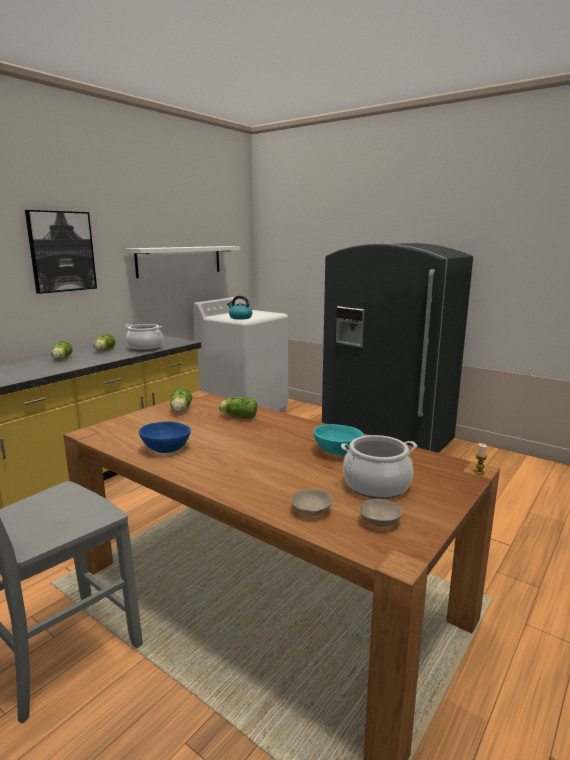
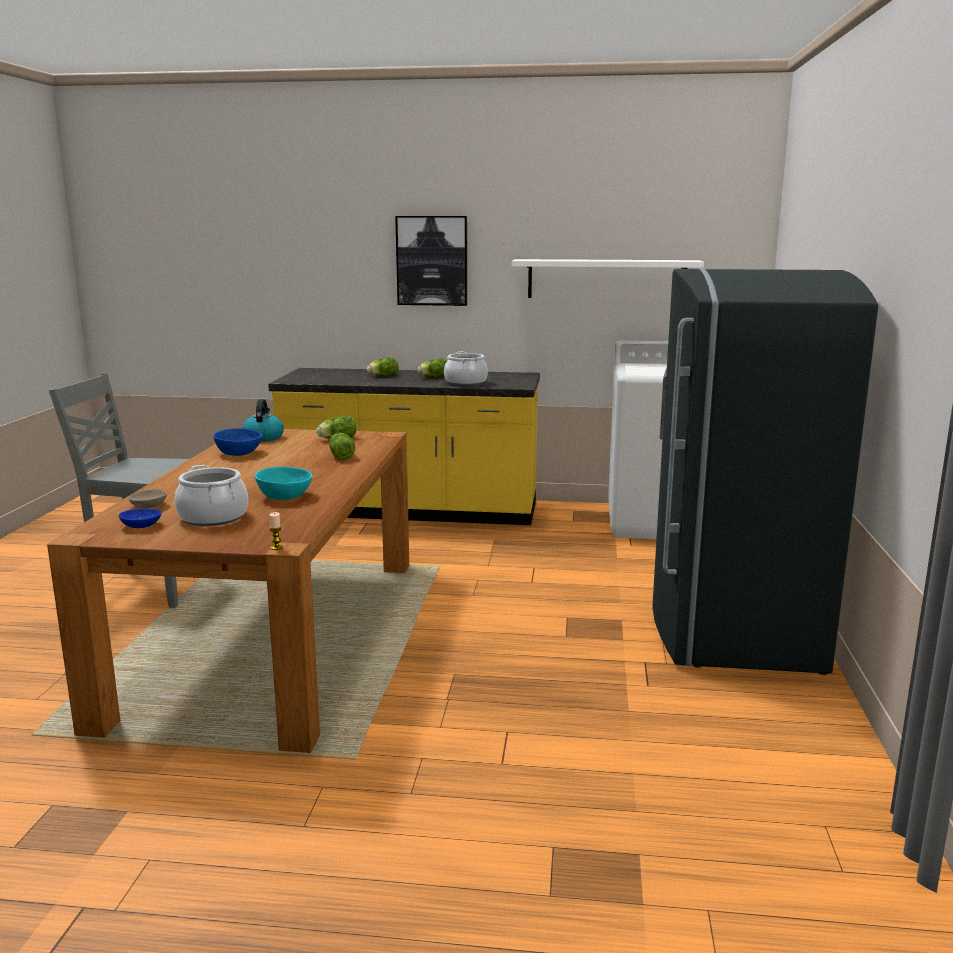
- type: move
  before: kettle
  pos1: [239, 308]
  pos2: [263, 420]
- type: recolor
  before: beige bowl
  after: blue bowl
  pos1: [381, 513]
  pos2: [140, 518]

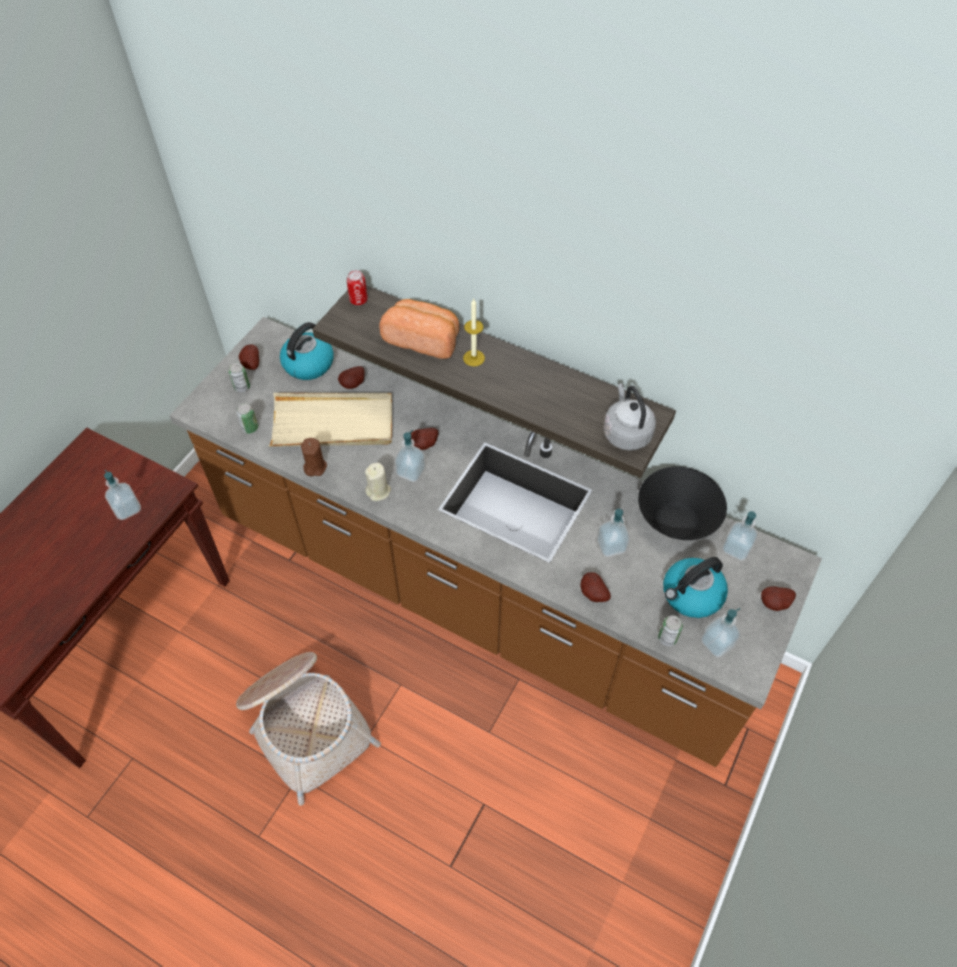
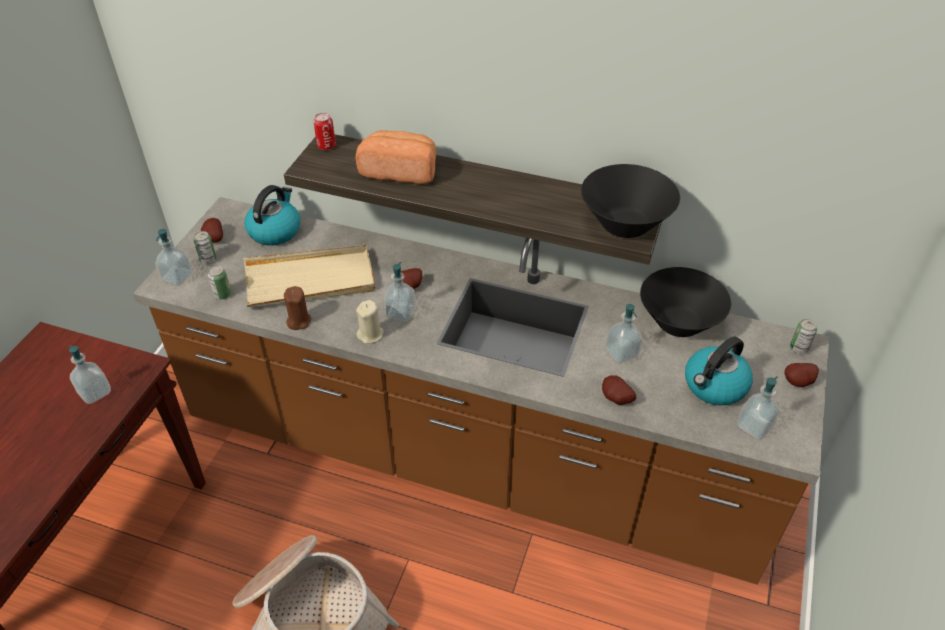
- type: delete
  before: candle
  pos1: [474, 332]
- type: delete
  before: potato
  pos1: [351, 377]
- type: replace
  before: grey kettle
  after: black bowl
  pos1: [629, 417]
  pos2: [630, 201]
- type: move
  before: soap dispenser
  pos1: [740, 536]
  pos2: [173, 257]
- type: move
  before: can
  pos1: [670, 631]
  pos2: [803, 336]

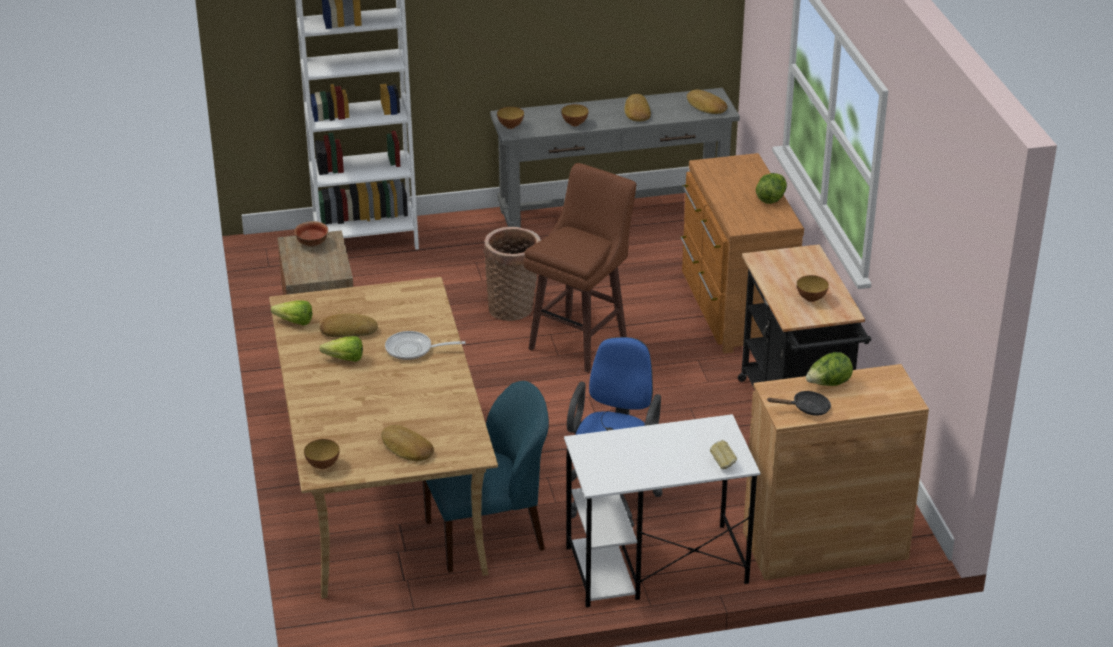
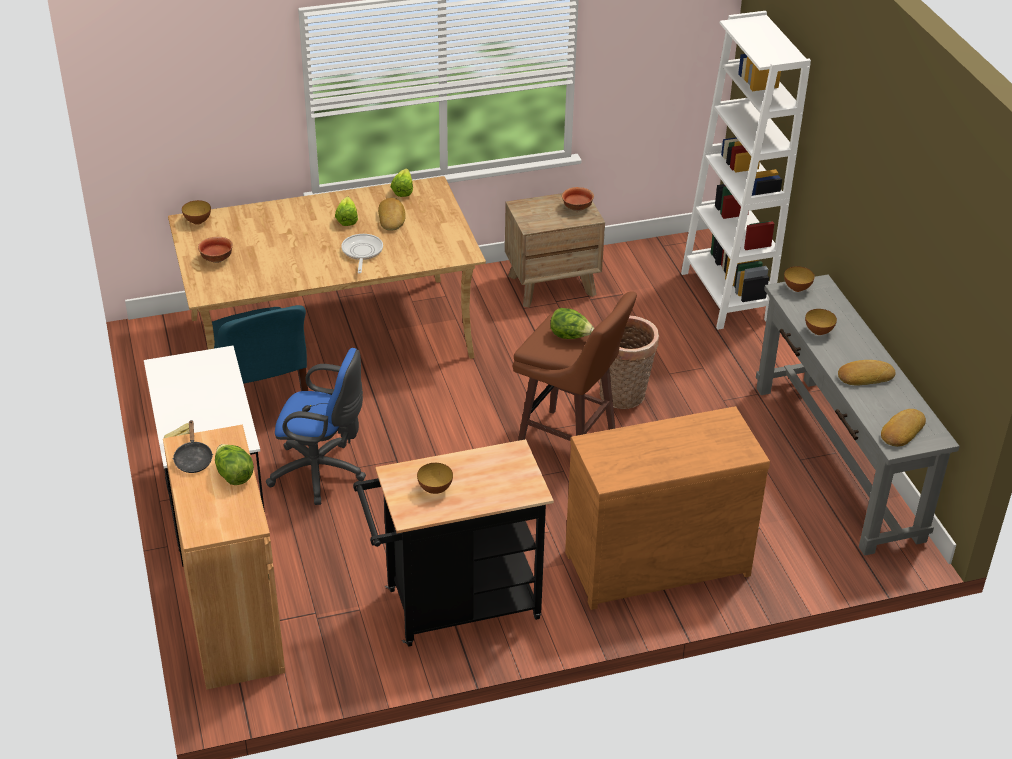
- type: move
  before: lettuce
  pos1: [771, 188]
  pos2: [572, 323]
- type: replace
  before: bread
  after: bowl
  pos1: [407, 443]
  pos2: [215, 250]

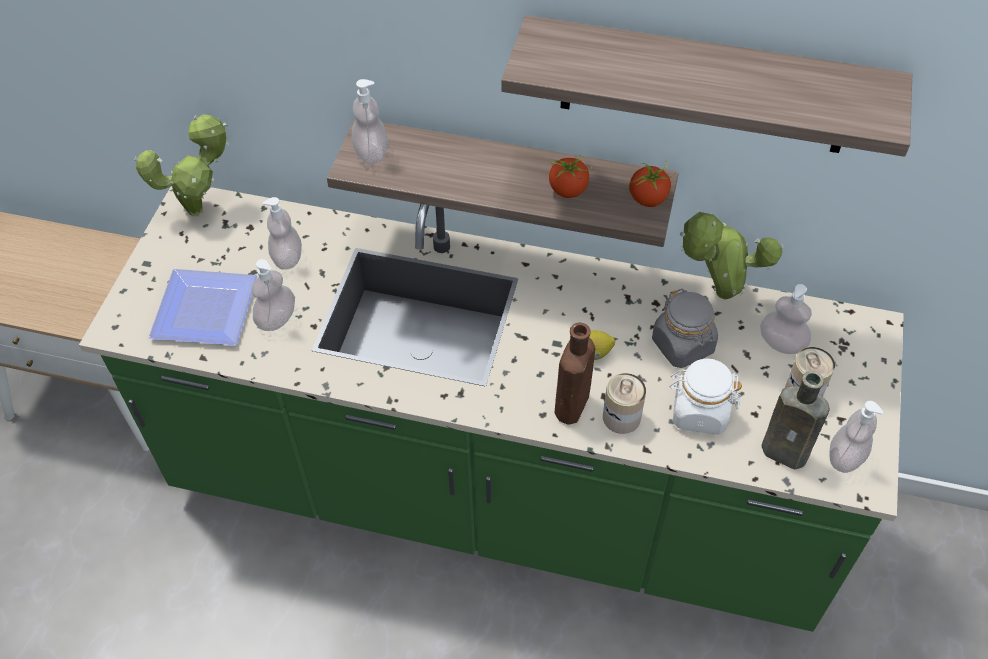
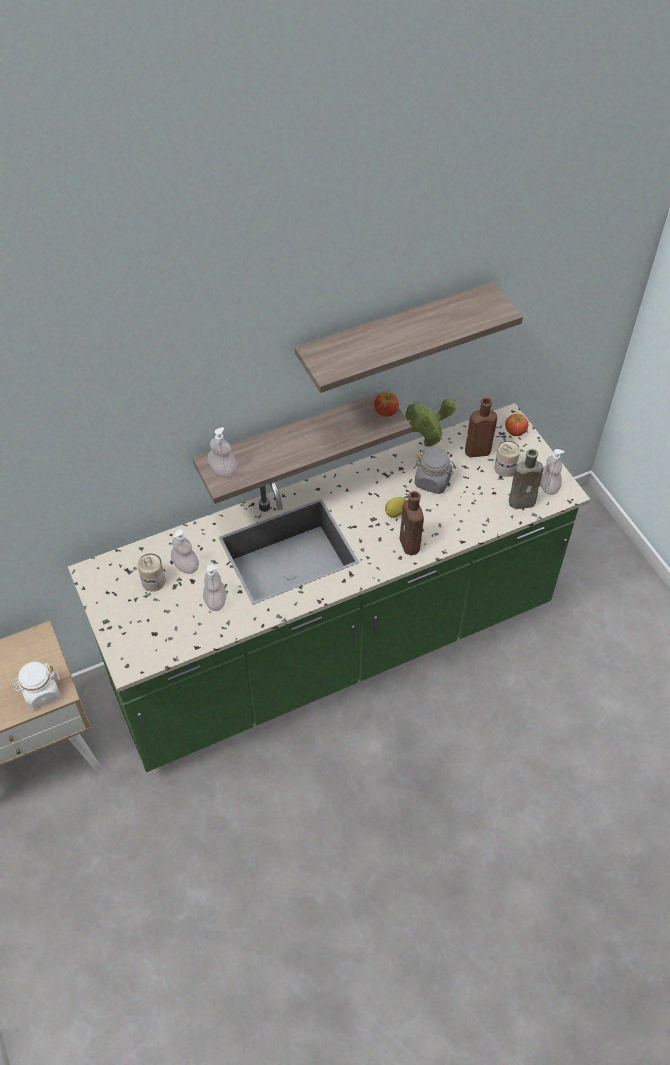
- type: delete
  before: potted plant
  pos1: [181, 165]
- type: move
  before: tomato
  pos1: [570, 176]
  pos2: [517, 424]
- type: delete
  before: plate
  pos1: [203, 307]
- type: replace
  before: soap dispenser
  after: brown bottle
  pos1: [786, 319]
  pos2: [481, 427]
- type: move
  before: white jar
  pos1: [705, 396]
  pos2: [36, 685]
- type: move
  before: can
  pos1: [624, 403]
  pos2: [151, 572]

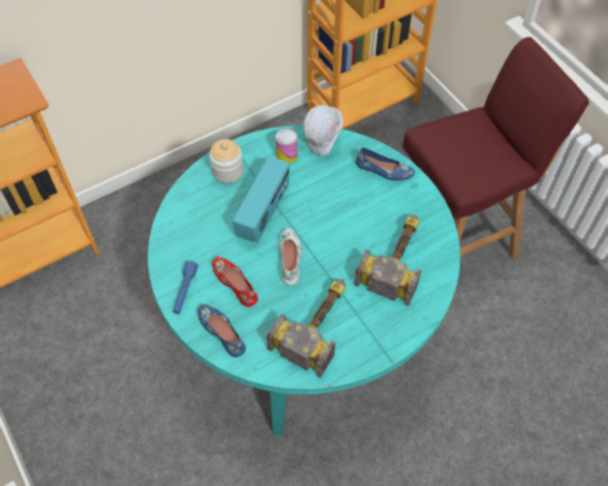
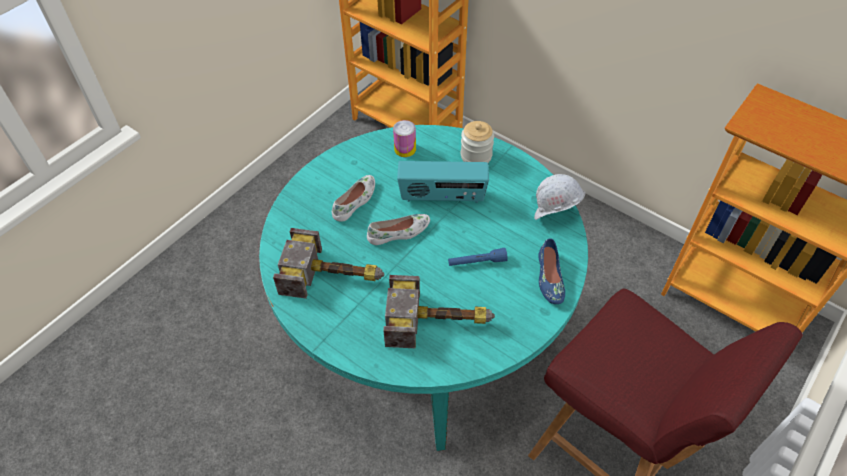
- type: move
  before: can
  pos1: [287, 145]
  pos2: [404, 138]
- type: recolor
  before: red shoe
  after: white shoe
  pos1: [235, 282]
  pos2: [353, 198]
- type: move
  before: blue flashlight
  pos1: [185, 287]
  pos2: [478, 257]
- type: delete
  before: blue shoe
  pos1: [222, 330]

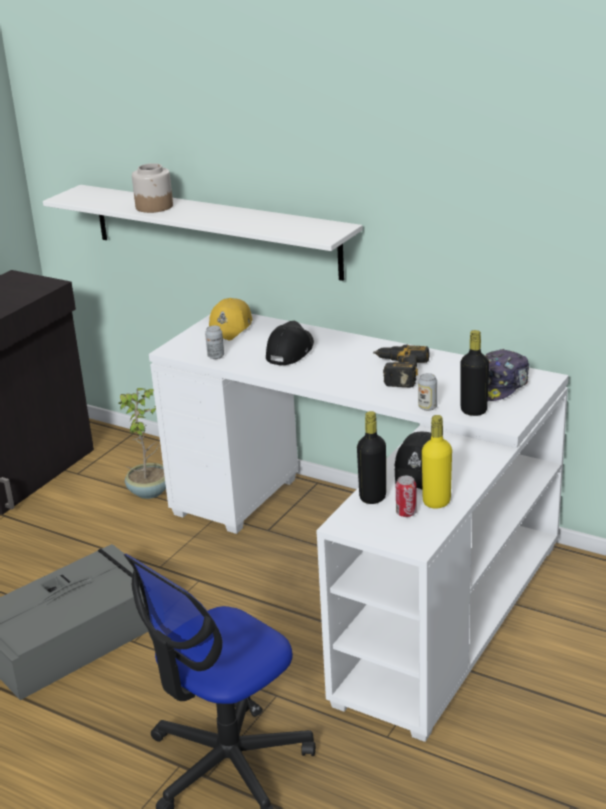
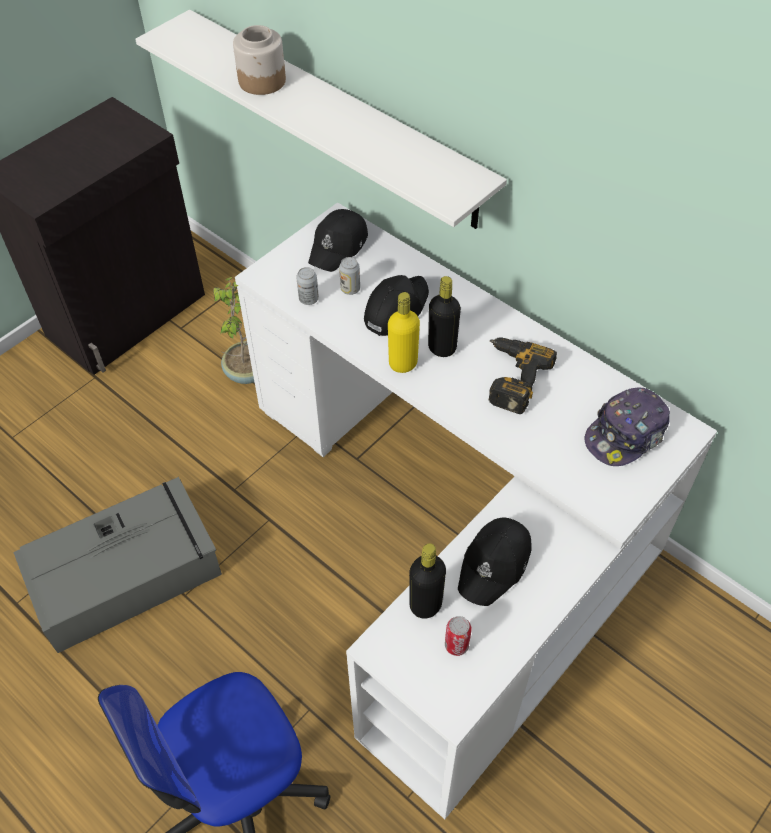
- type: recolor
  before: yellow cap
  after: black cap
  pos1: [230, 319]
  pos2: [338, 240]
- type: move
  before: black bottle
  pos1: [474, 373]
  pos2: [444, 316]
- type: move
  before: can
  pos1: [427, 392]
  pos2: [349, 276]
- type: move
  before: yellow bottle
  pos1: [437, 461]
  pos2: [404, 332]

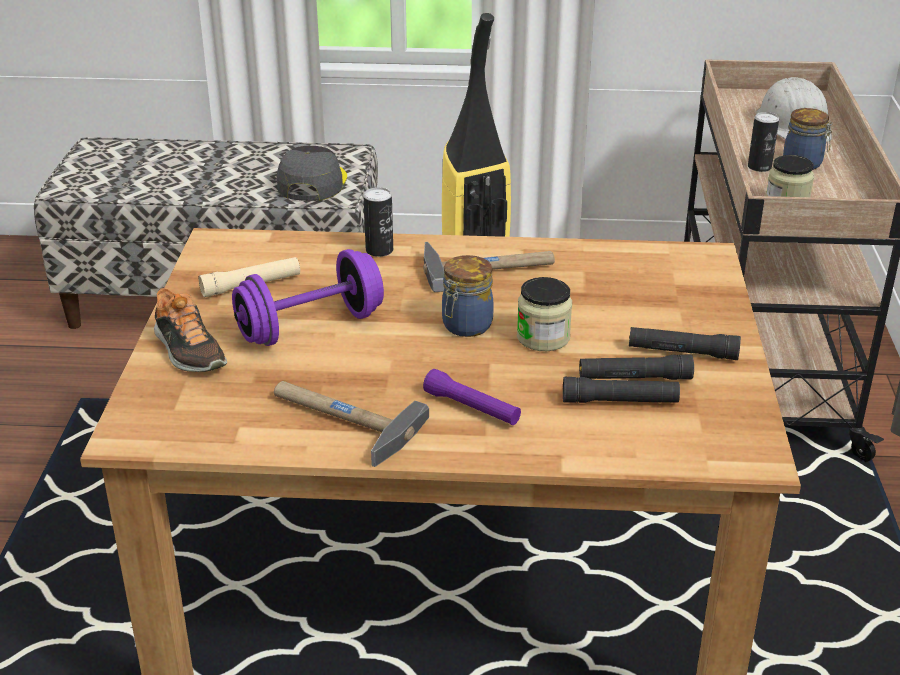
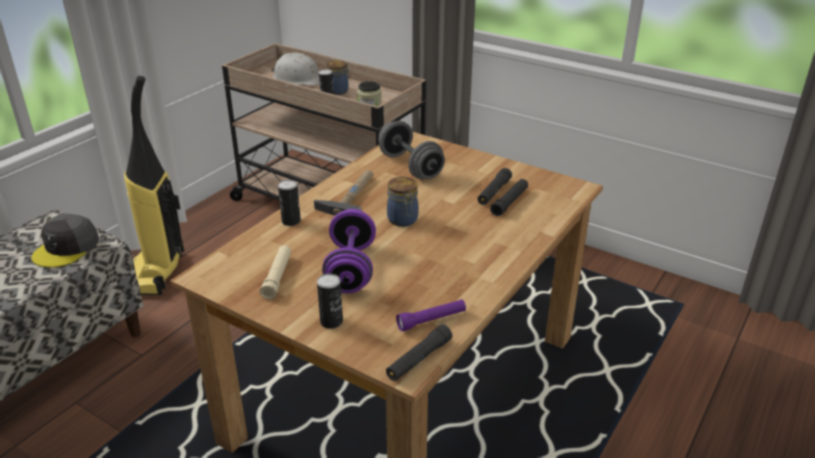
- type: rotate
  before: grey cap
  pos1: [311, 173]
  pos2: [65, 240]
  turn: -105
- type: delete
  before: jar
  pos1: [544, 314]
- type: replace
  before: shoe
  after: can
  pos1: [190, 329]
  pos2: [330, 301]
- type: move
  before: black flashlight
  pos1: [685, 343]
  pos2: [419, 352]
- type: move
  before: purple flashlight
  pos1: [472, 397]
  pos2: [431, 315]
- type: delete
  before: hammer
  pos1: [351, 424]
- type: insert
  after: grey dumbbell
  pos2: [411, 150]

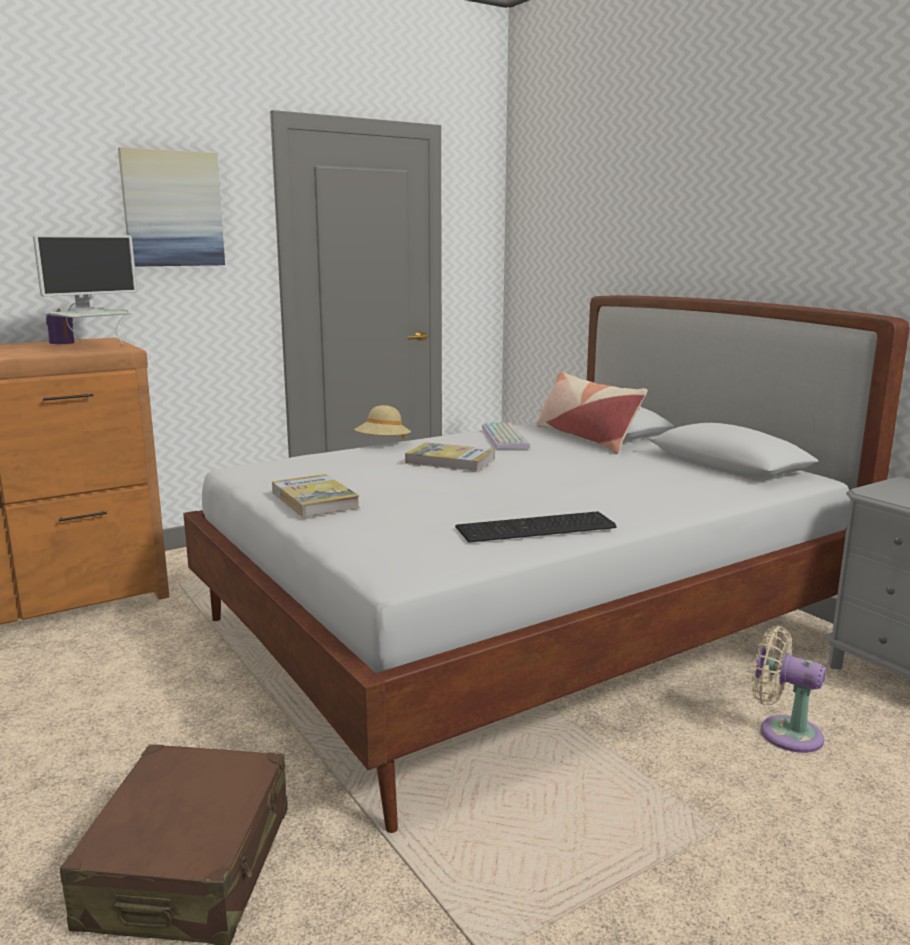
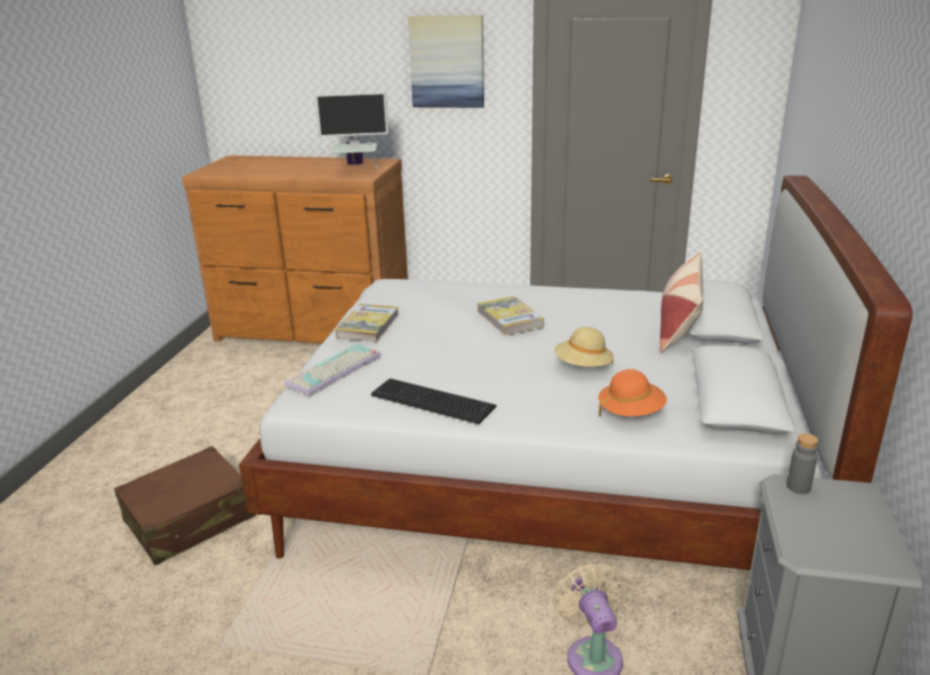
- type: move
  before: beige hat
  pos1: [382, 422]
  pos2: [584, 347]
- type: move
  before: keyboard
  pos1: [506, 435]
  pos2: [332, 370]
- type: insert
  after: orange hat
  pos2: [633, 393]
- type: insert
  after: grey bottle
  pos2: [802, 463]

